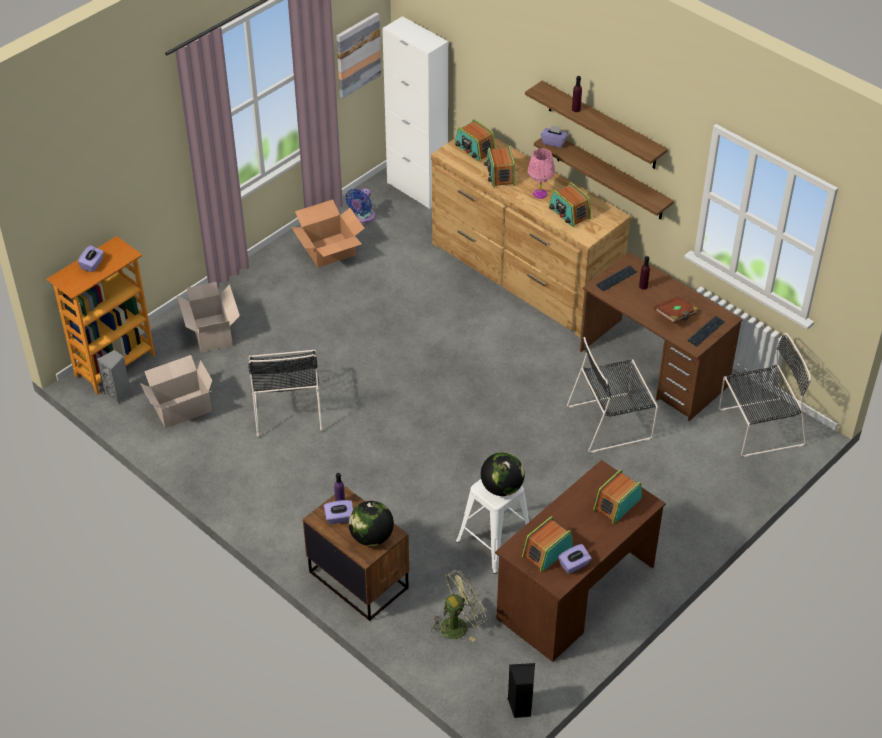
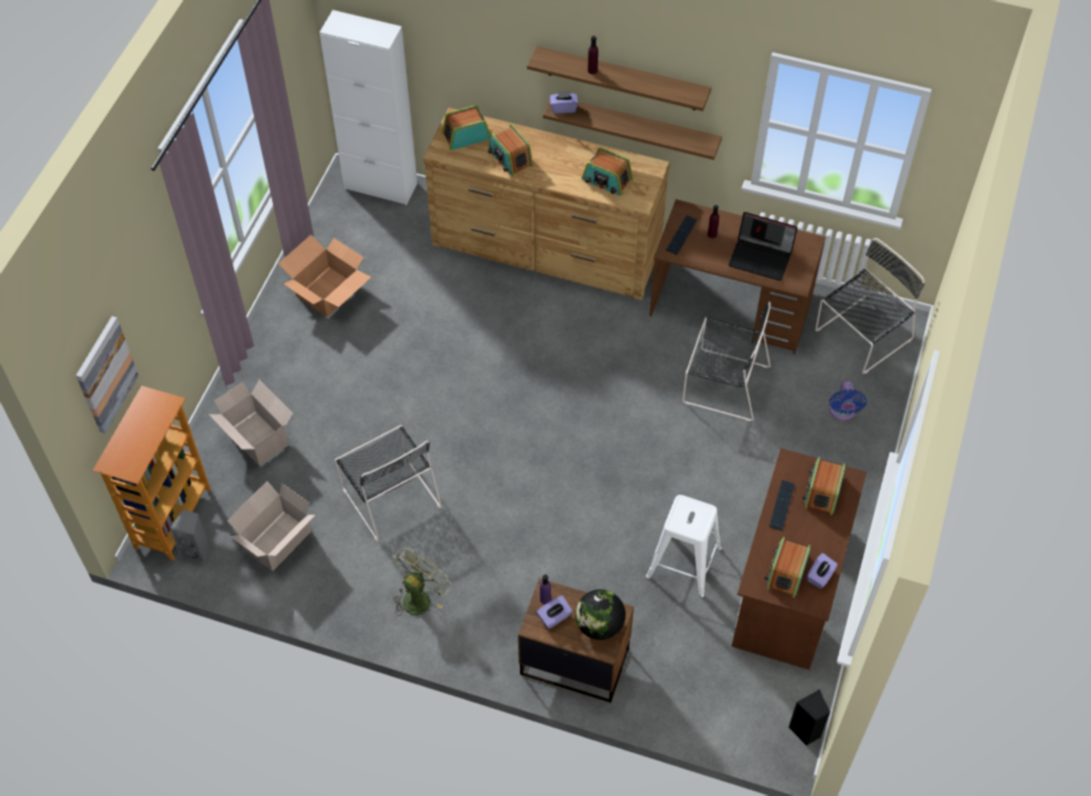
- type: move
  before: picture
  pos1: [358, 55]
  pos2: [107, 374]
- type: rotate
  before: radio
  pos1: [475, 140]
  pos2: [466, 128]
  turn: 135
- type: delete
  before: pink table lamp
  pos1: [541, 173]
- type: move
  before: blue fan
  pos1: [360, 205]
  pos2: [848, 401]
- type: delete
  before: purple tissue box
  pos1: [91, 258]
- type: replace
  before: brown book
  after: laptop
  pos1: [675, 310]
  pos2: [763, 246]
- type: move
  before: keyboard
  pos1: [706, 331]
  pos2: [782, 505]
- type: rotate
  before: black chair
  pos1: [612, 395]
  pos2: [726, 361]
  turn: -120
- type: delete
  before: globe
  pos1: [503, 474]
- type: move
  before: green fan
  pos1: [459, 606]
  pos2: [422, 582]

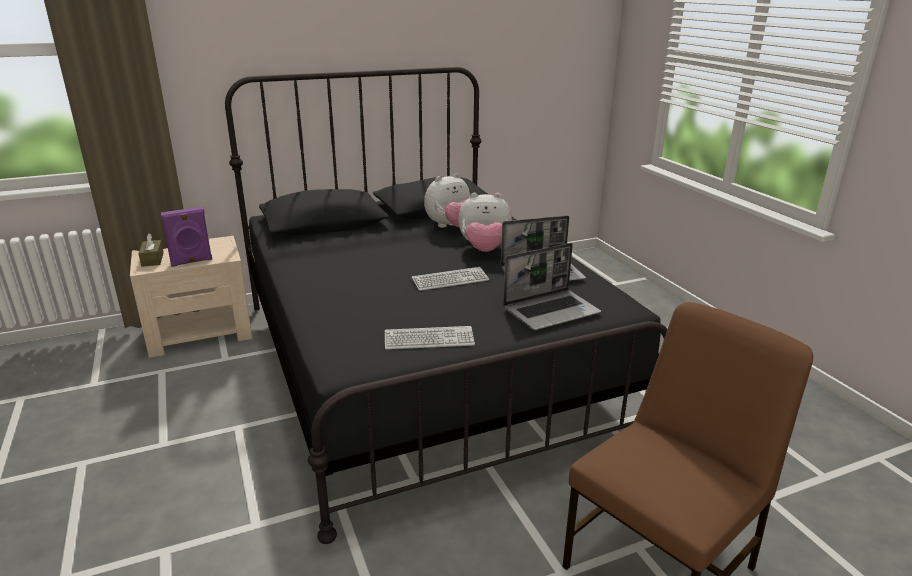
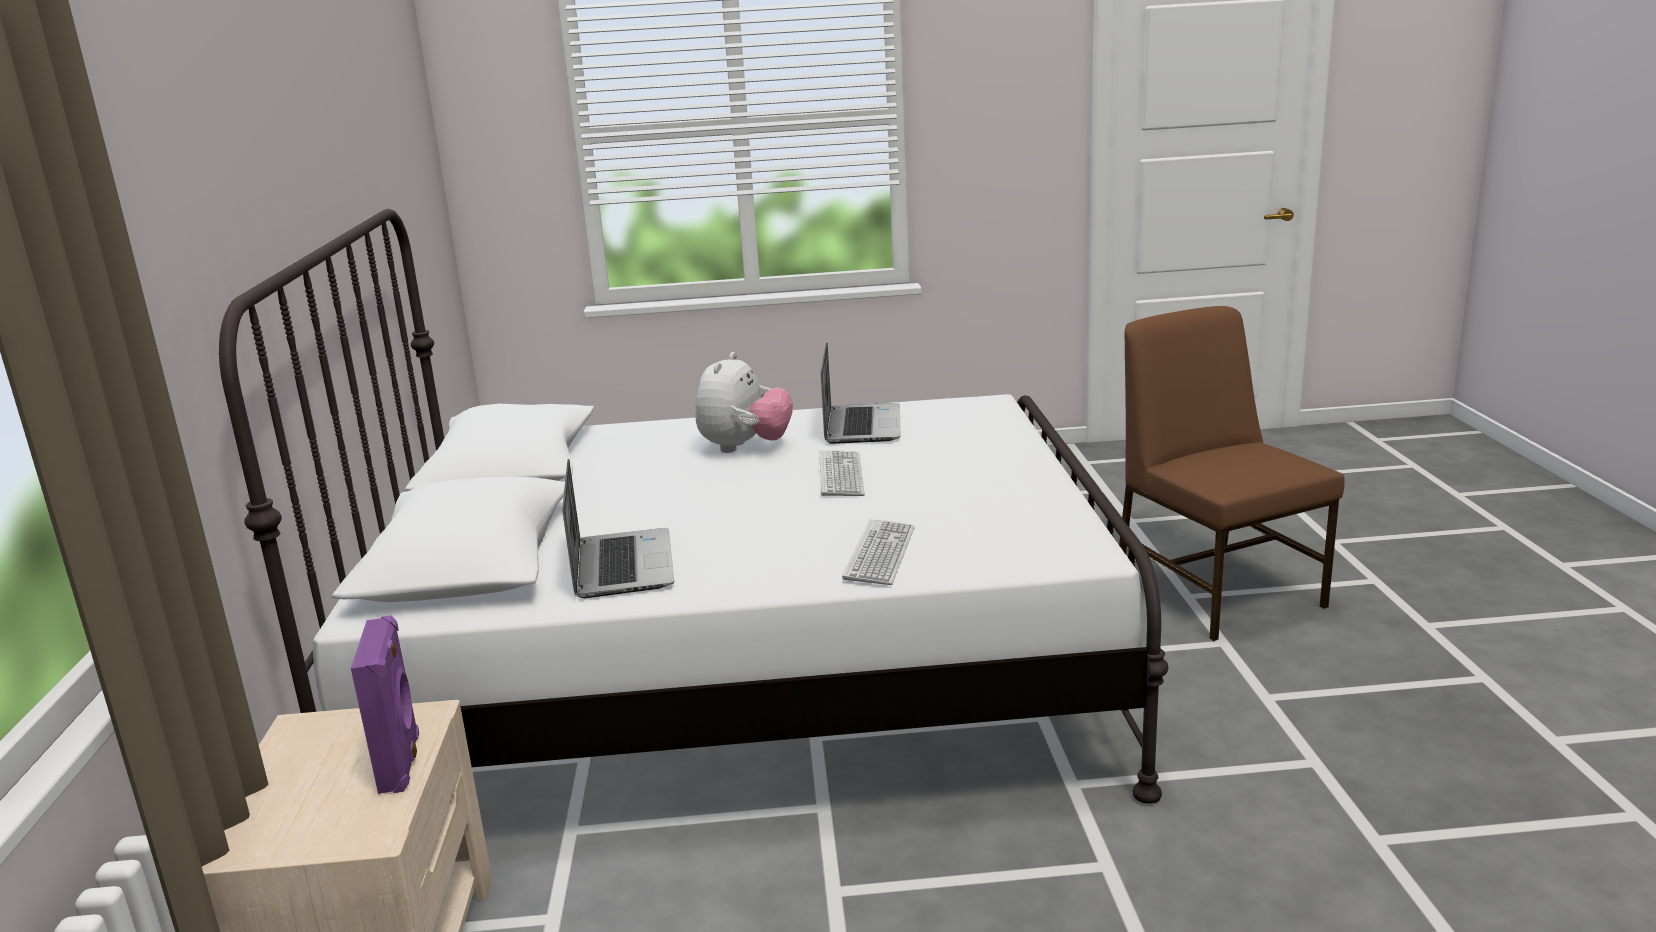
- type: recolor
  before: black bed
  after: white bed
  pos1: [446, 305]
  pos2: [694, 506]
- type: delete
  before: plush toy
  pos1: [447, 200]
- type: delete
  before: brown tissue box
  pos1: [151, 250]
- type: move
  before: laptop
  pos1: [552, 286]
  pos2: [618, 528]
- type: move
  before: keyboard
  pos1: [430, 338]
  pos2: [878, 552]

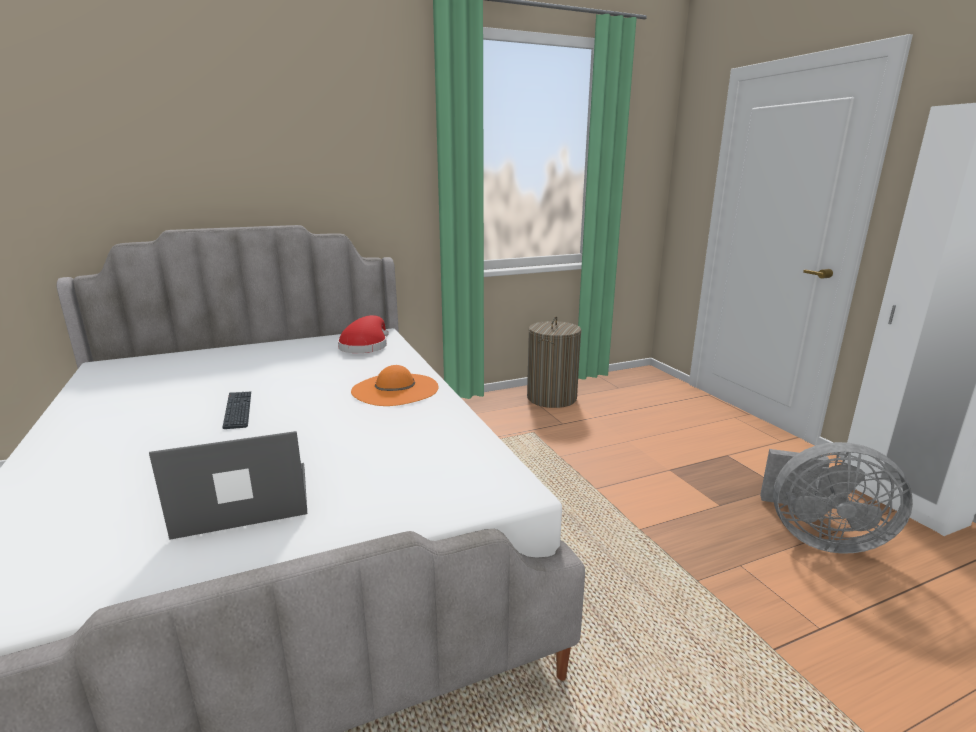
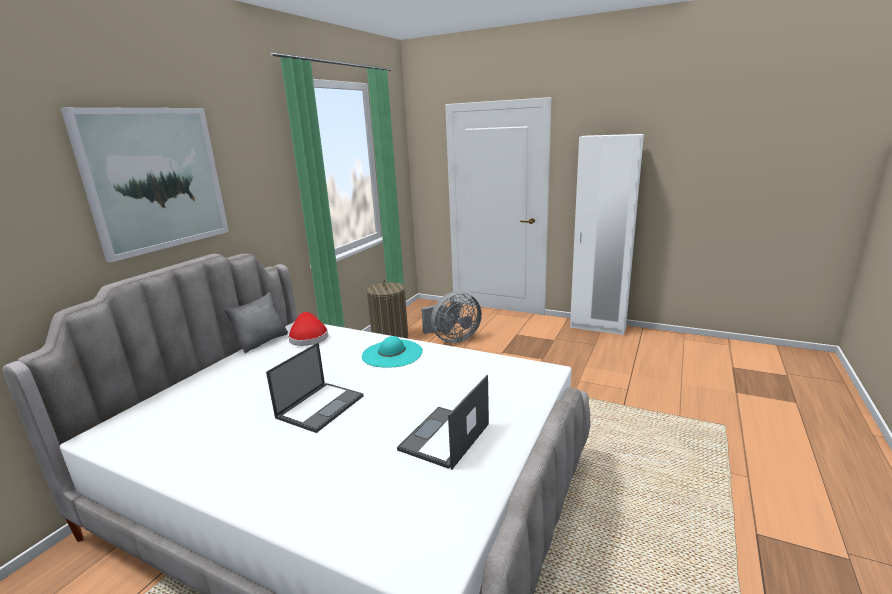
- type: recolor
  before: orange hat
  after: turquoise hat
  pos1: [395, 385]
  pos2: [392, 352]
- type: replace
  before: keyboard
  after: laptop
  pos1: [237, 410]
  pos2: [314, 387]
- type: move
  before: grey fan
  pos1: [836, 498]
  pos2: [451, 317]
- type: insert
  after: picture
  pos2: [145, 185]
- type: insert
  after: grey pillow
  pos2: [256, 322]

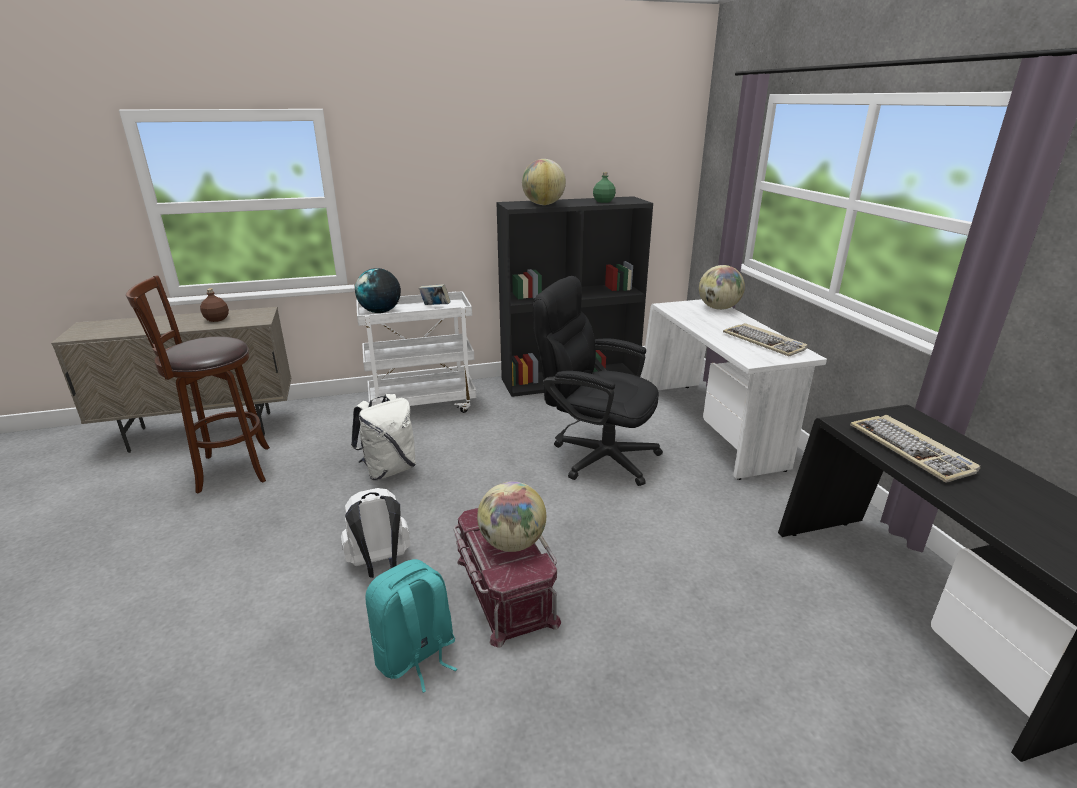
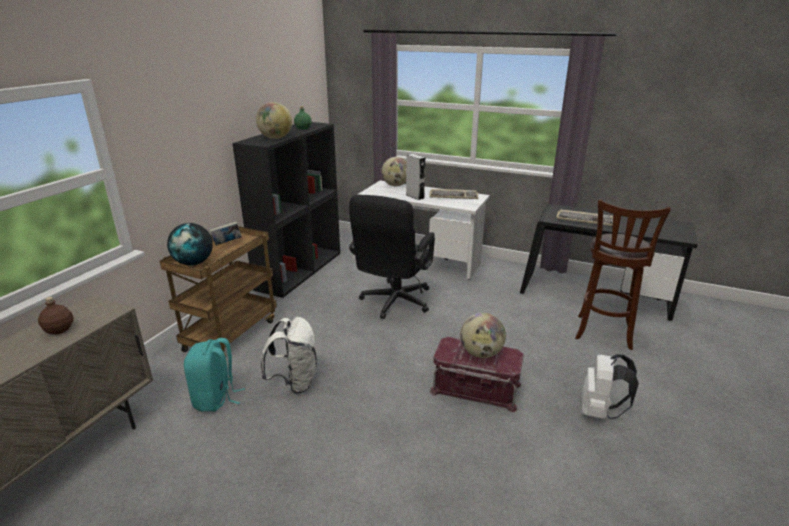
- type: move
  before: brown stool
  pos1: [198, 384]
  pos2: [623, 274]
- type: rotate
  before: black office chair
  pos1: [598, 381]
  pos2: [392, 257]
  turn: -45
- type: recolor
  before: white cart
  after: brown cart
  pos1: [416, 352]
  pos2: [218, 291]
- type: move
  before: white backpack
  pos1: [375, 533]
  pos2: [610, 386]
- type: move
  before: turquoise backpack
  pos1: [411, 626]
  pos2: [214, 375]
- type: insert
  after: grey speaker
  pos2: [415, 177]

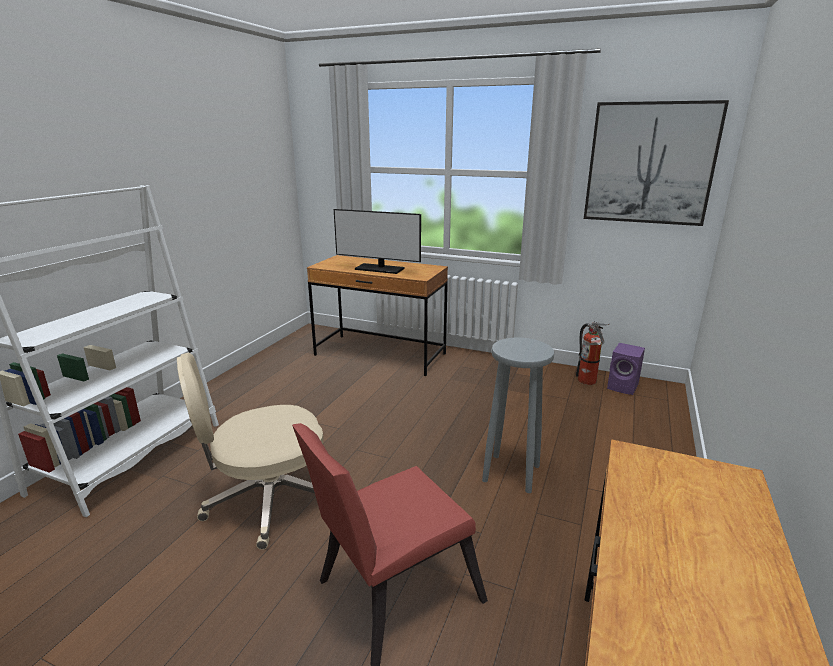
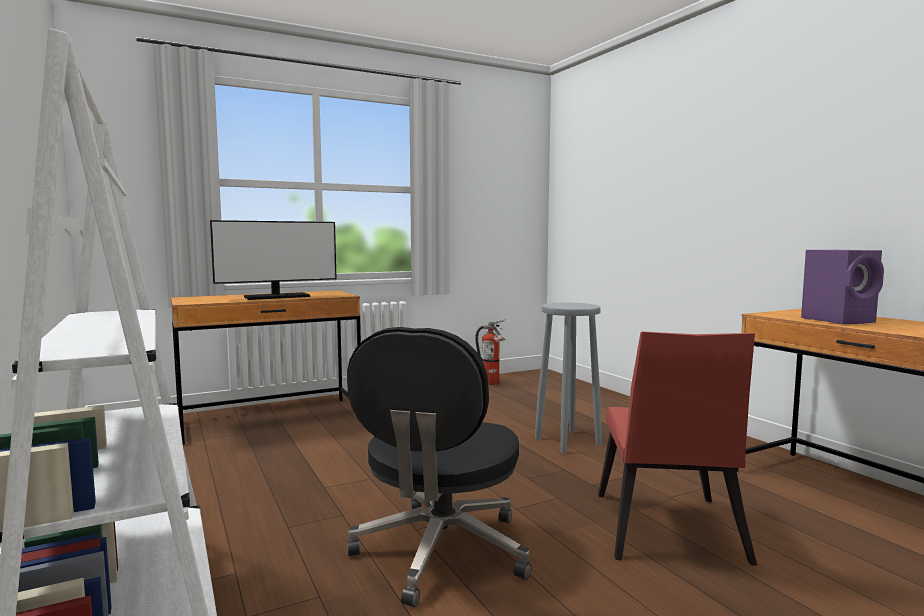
- type: delete
  before: picture
  pos1: [656, 163]
- type: move
  before: purple speaker
  pos1: [626, 369]
  pos2: [842, 287]
- type: recolor
  before: beige office chair
  after: black office chair
  pos1: [250, 451]
  pos2: [439, 467]

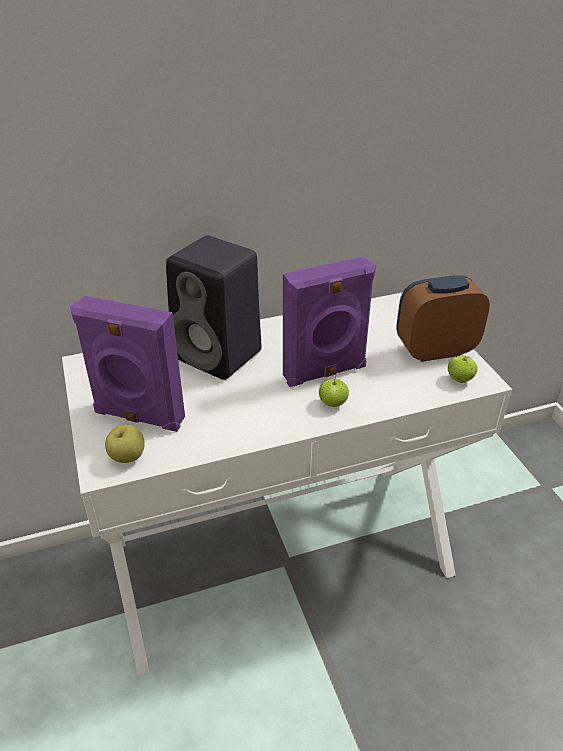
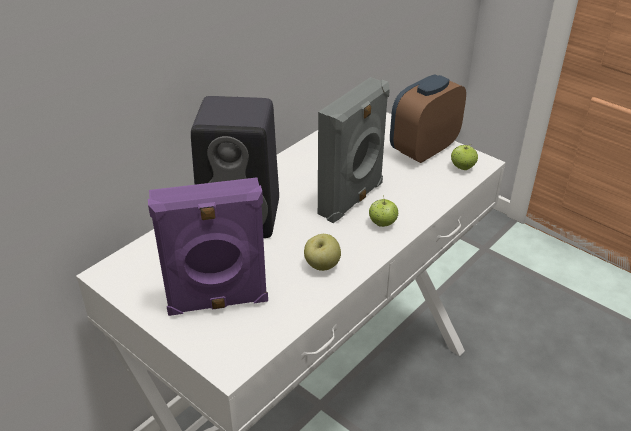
- type: recolor
  before: purple speaker
  after: grey speaker
  pos1: [329, 321]
  pos2: [354, 150]
- type: move
  before: apple
  pos1: [125, 444]
  pos2: [322, 252]

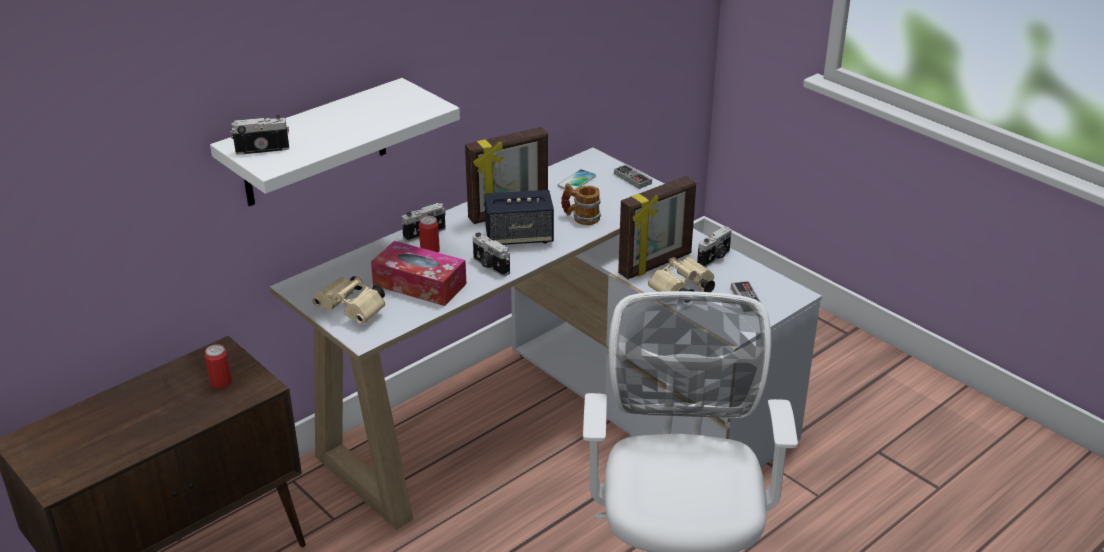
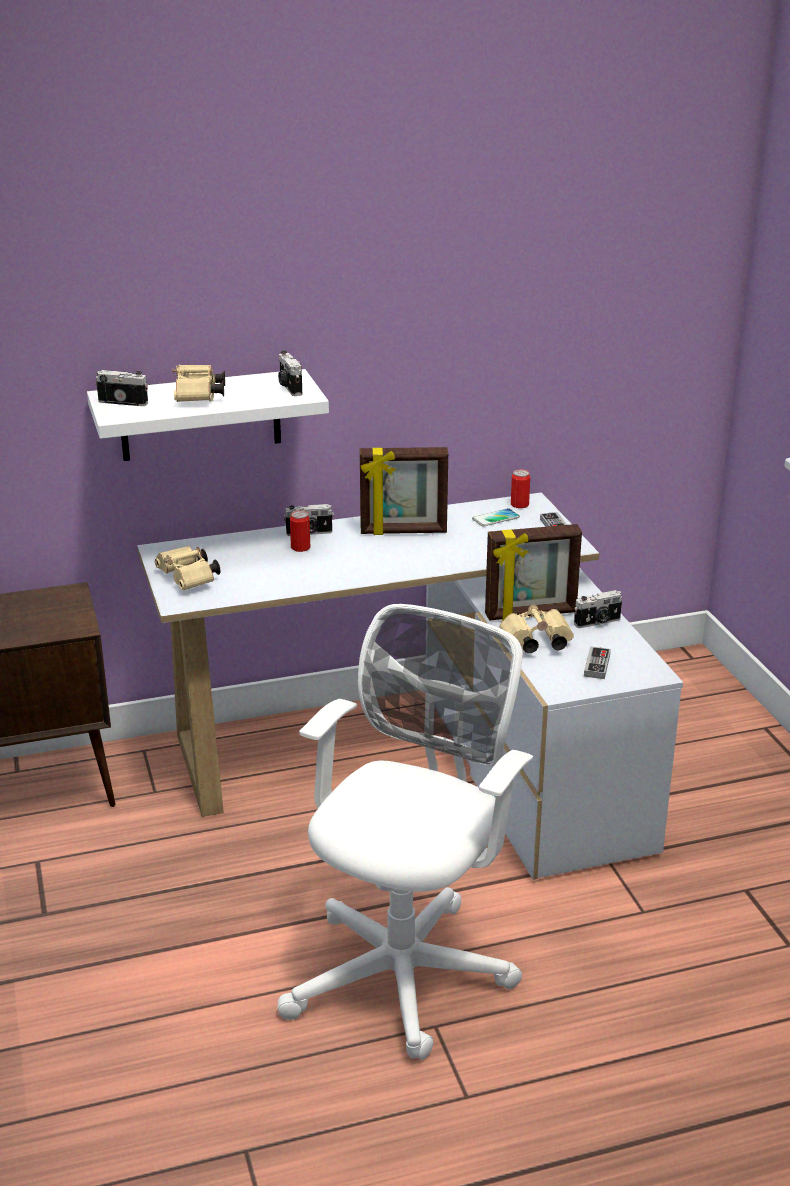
- type: delete
  before: mug
  pos1: [581, 204]
- type: delete
  before: speaker
  pos1: [519, 217]
- type: move
  before: photo camera
  pos1: [491, 254]
  pos2: [290, 373]
- type: delete
  before: tissue box
  pos1: [419, 273]
- type: move
  before: can
  pos1: [218, 366]
  pos2: [520, 488]
- type: insert
  after: beige binoculars
  pos2: [199, 383]

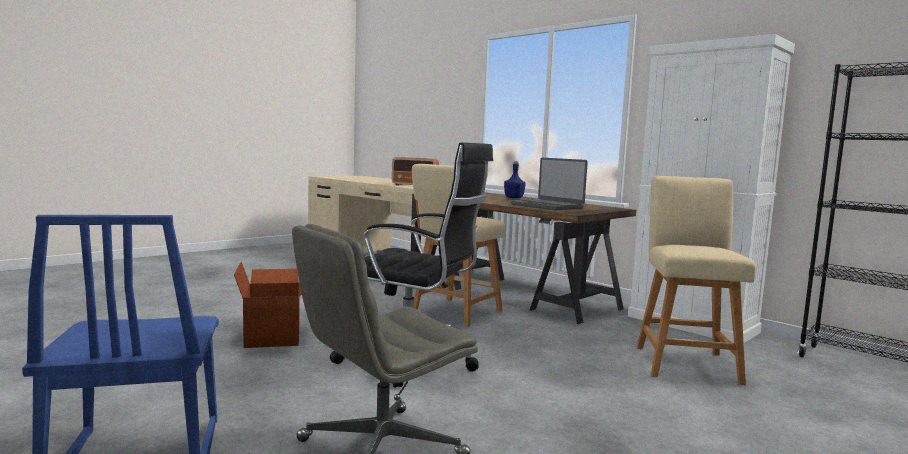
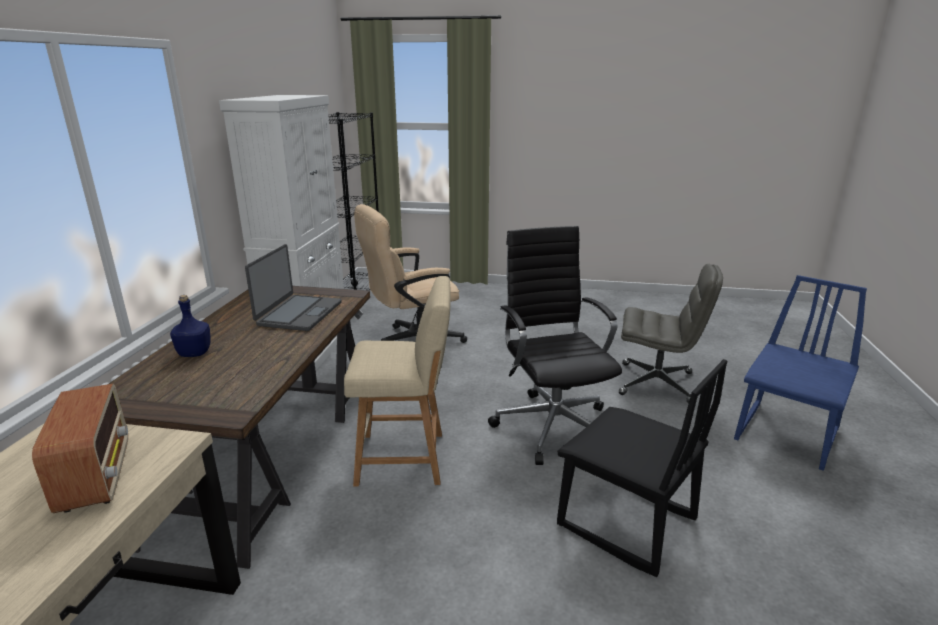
- type: replace
  before: beige stool
  after: beige office chair
  pos1: [696, 280]
  pos2: [410, 273]
- type: replace
  before: cardboard box
  after: black chair
  pos1: [268, 304]
  pos2: [642, 468]

